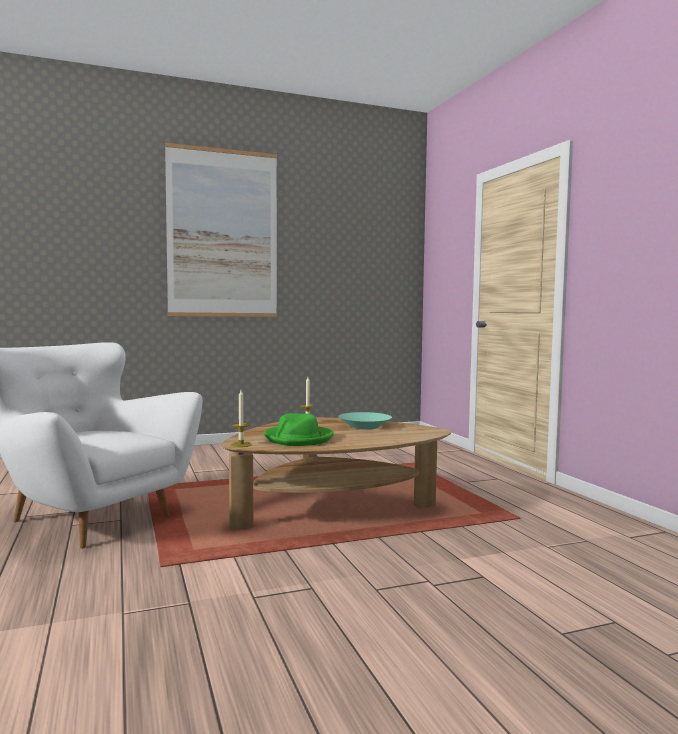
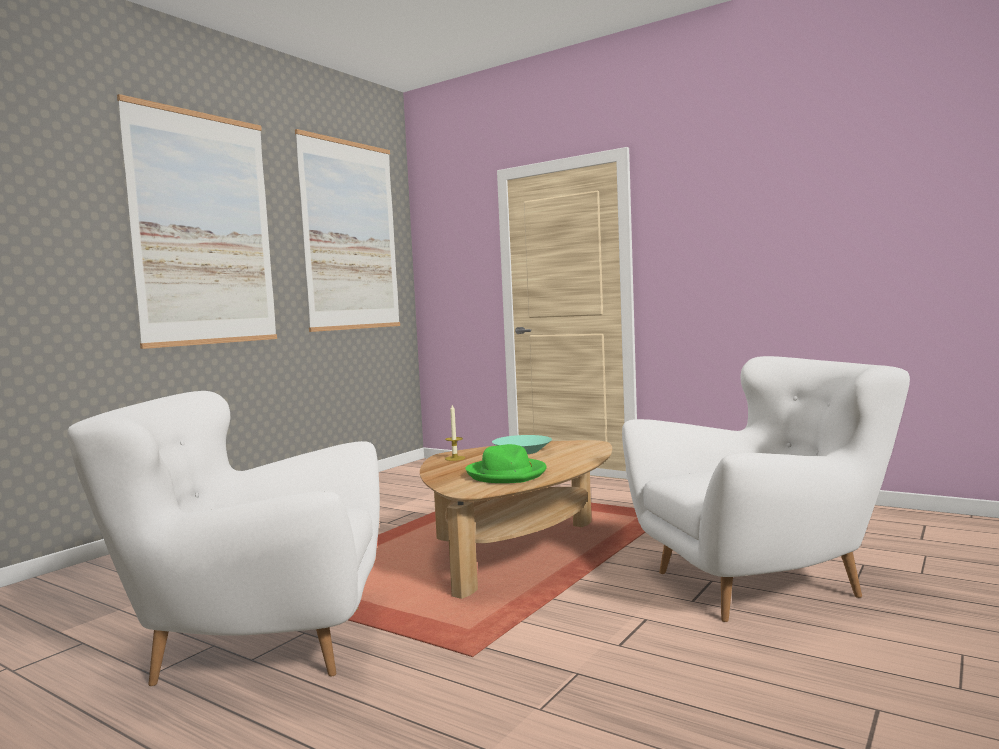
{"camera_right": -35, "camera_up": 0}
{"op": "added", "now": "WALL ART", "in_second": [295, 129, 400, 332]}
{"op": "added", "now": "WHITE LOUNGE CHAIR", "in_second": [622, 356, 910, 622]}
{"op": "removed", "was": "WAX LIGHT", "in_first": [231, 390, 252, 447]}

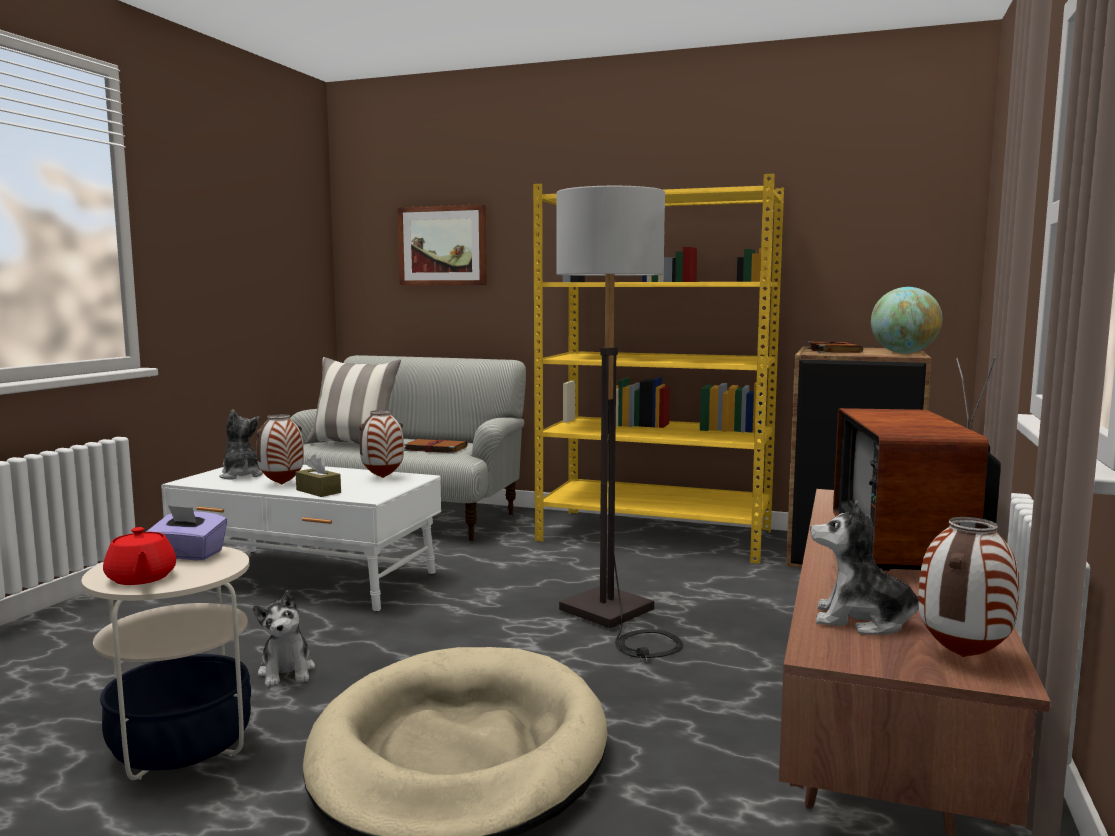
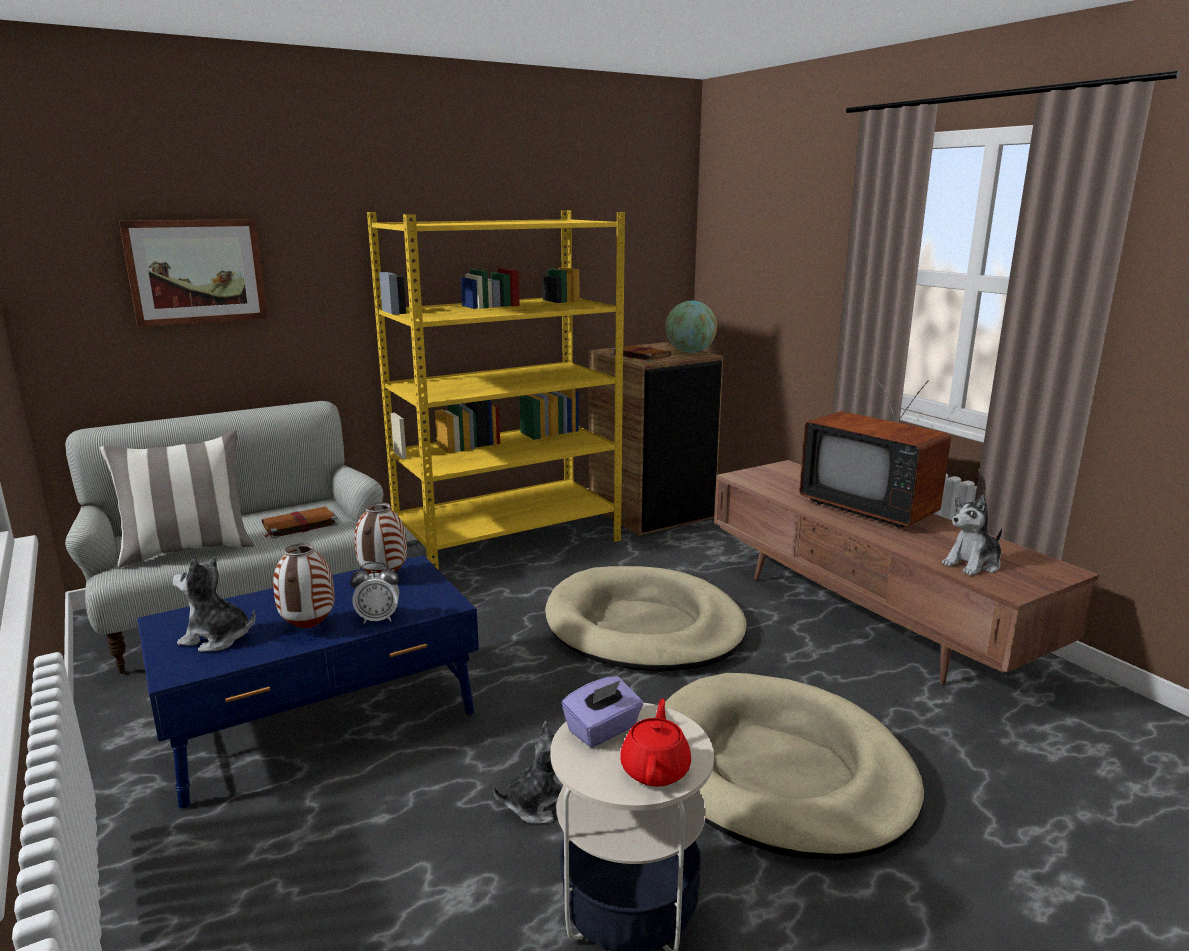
{"camera_right": -50, "camera_up": 10}
{"op": "recoloured", "was": "WHITE LOUNGE TABLE", "now": "BLUE LOUNGE TABLE", "in_first": [161, 465, 441, 612], "in_second": [137, 555, 479, 808]}
{"op": "replaced", "was": "BROWN TISSUE BOX", "now": "TABLE CLOCK", "in_first": [296, 454, 341, 497], "in_second": [350, 562, 399, 624]}
{"op": "turned", "was": "CUDDLY TOY", "in_first": [253, 590, 315, 687], "in_second": [493, 721, 564, 824], "clockwise": -45}
{"op": "replaced", "was": "FLOOR LAMP", "now": "BEIGE-COLOURED DOG BED", "in_first": [556, 186, 683, 662], "in_second": [545, 566, 747, 672]}
{"op": "turned", "was": "REDDISH POT FOR TEA", "in_first": [103, 527, 176, 585], "in_second": [620, 699, 691, 787], "clockwise": -90}
{"op": "removed", "was": "FLOWER VASE", "in_first": [918, 517, 1020, 657]}

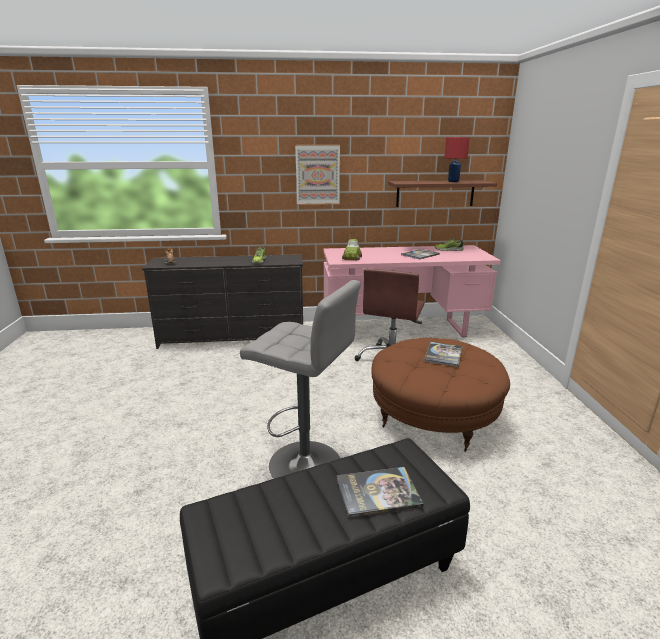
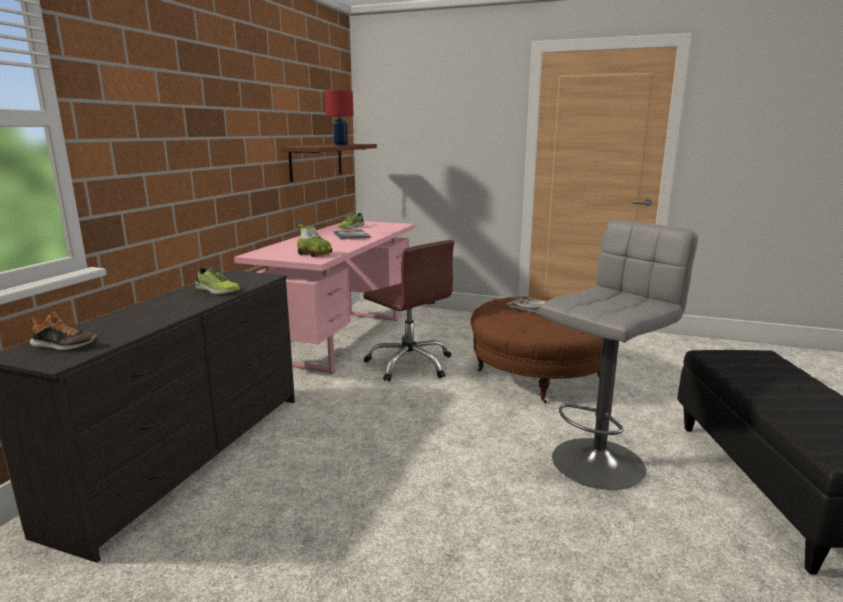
{"camera_right": -65, "camera_up": -5}
{"op": "removed", "was": "WALL ART", "in_first": [295, 144, 340, 205]}
{"op": "removed", "was": "VOLUME", "in_first": [337, 467, 424, 518]}

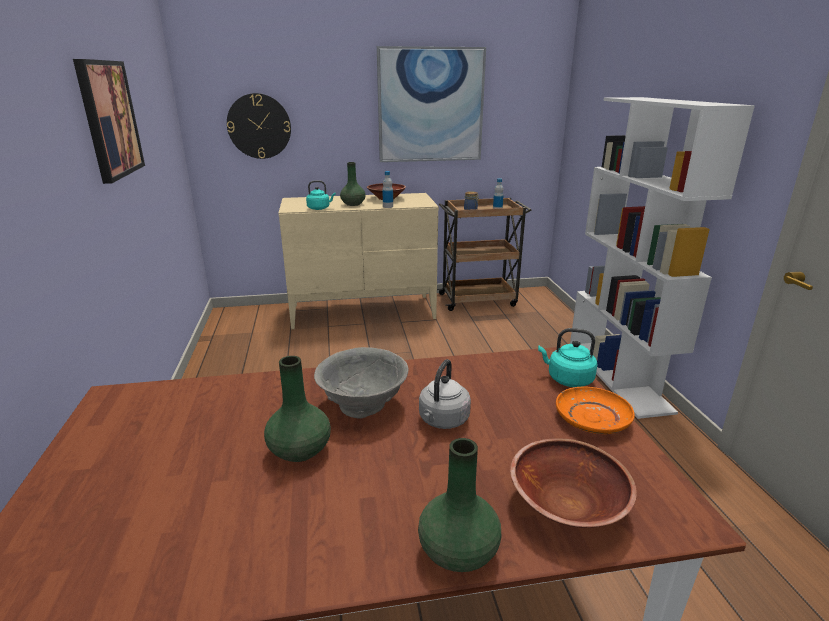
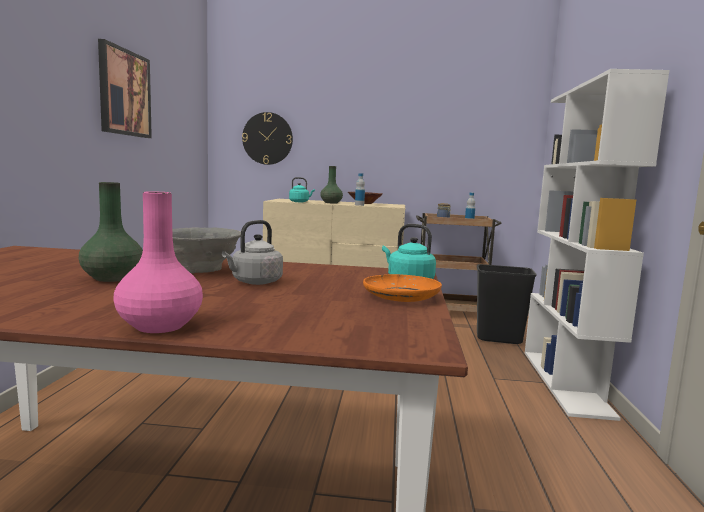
{"camera_right": 15, "camera_up": -15}
{"op": "recoloured", "was": "GREEN FLOWER VASE", "now": "PINK FLOWER VASE", "in_first": [418, 438, 501, 572], "in_second": [113, 191, 203, 333]}
{"op": "added", "now": "BLACK-COLOURED WASTE BIN", "in_second": [477, 264, 536, 344]}
{"op": "removed", "was": "WALL ART", "in_first": [377, 46, 486, 162]}
{"op": "removed", "was": "BROWN SERVING BOWL", "in_first": [510, 438, 637, 528]}

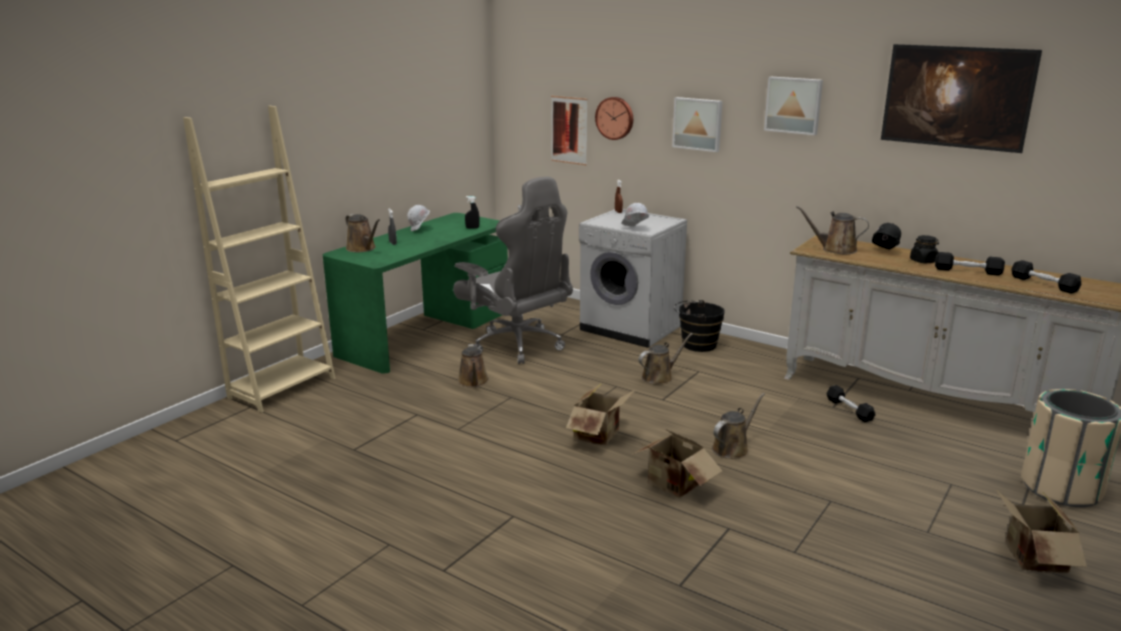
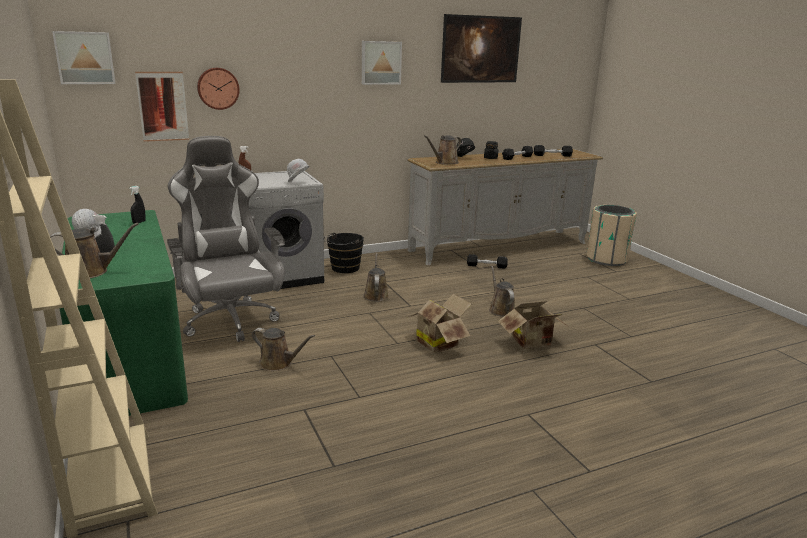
{"camera_right": -60, "camera_up": 0}
{"op": "moved", "was": "WALL ART", "in_first": [672, 97, 723, 152], "in_second": [52, 31, 116, 84]}
{"op": "turned", "was": "GRAY OFFICE CHAIR", "in_first": [453, 177, 573, 364], "in_second": [167, 136, 285, 342], "clockwise": -105}
{"op": "removed", "was": "CARTON", "in_first": [995, 489, 1087, 573]}

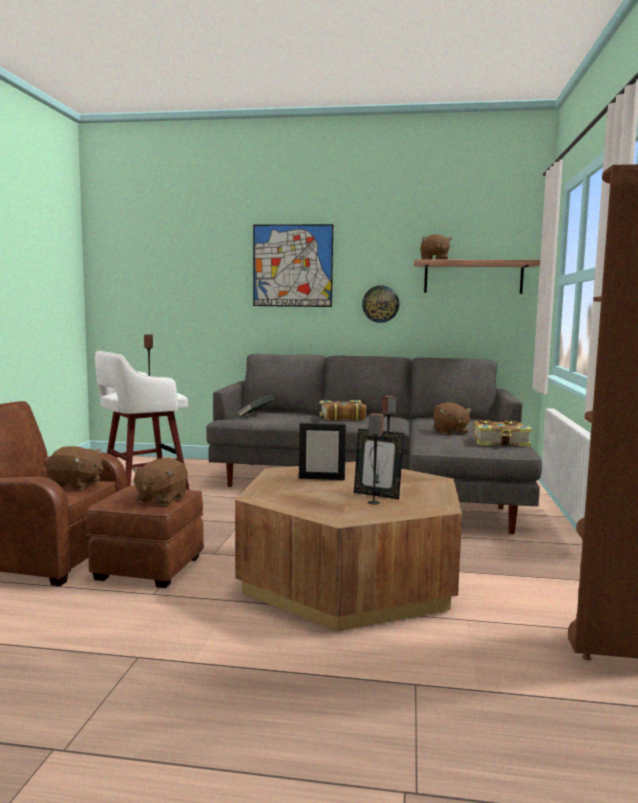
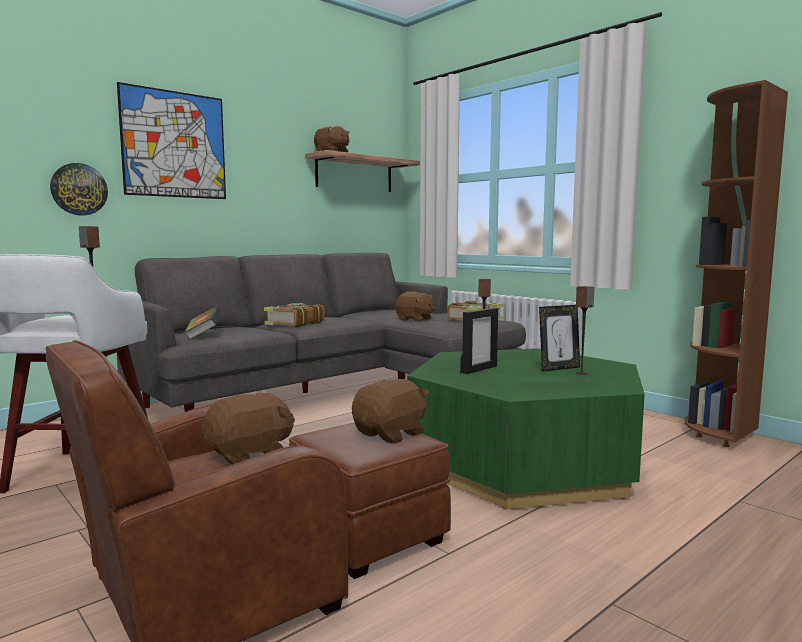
{"camera_right": -50, "camera_up": 0}
{"op": "moved", "was": "WALL CLOCK", "in_first": [362, 285, 399, 323], "in_second": [50, 163, 108, 215]}
{"op": "turned", "was": "BROWN CUDDLY TOY", "in_first": [132, 457, 188, 505], "in_second": [352, 379, 429, 444], "clockwise": -105}
{"op": "recoloured", "was": "BROWN LOUNGE TABLE", "now": "GREEN LOUNGE TABLE", "in_first": [235, 462, 462, 631], "in_second": [407, 348, 645, 510]}

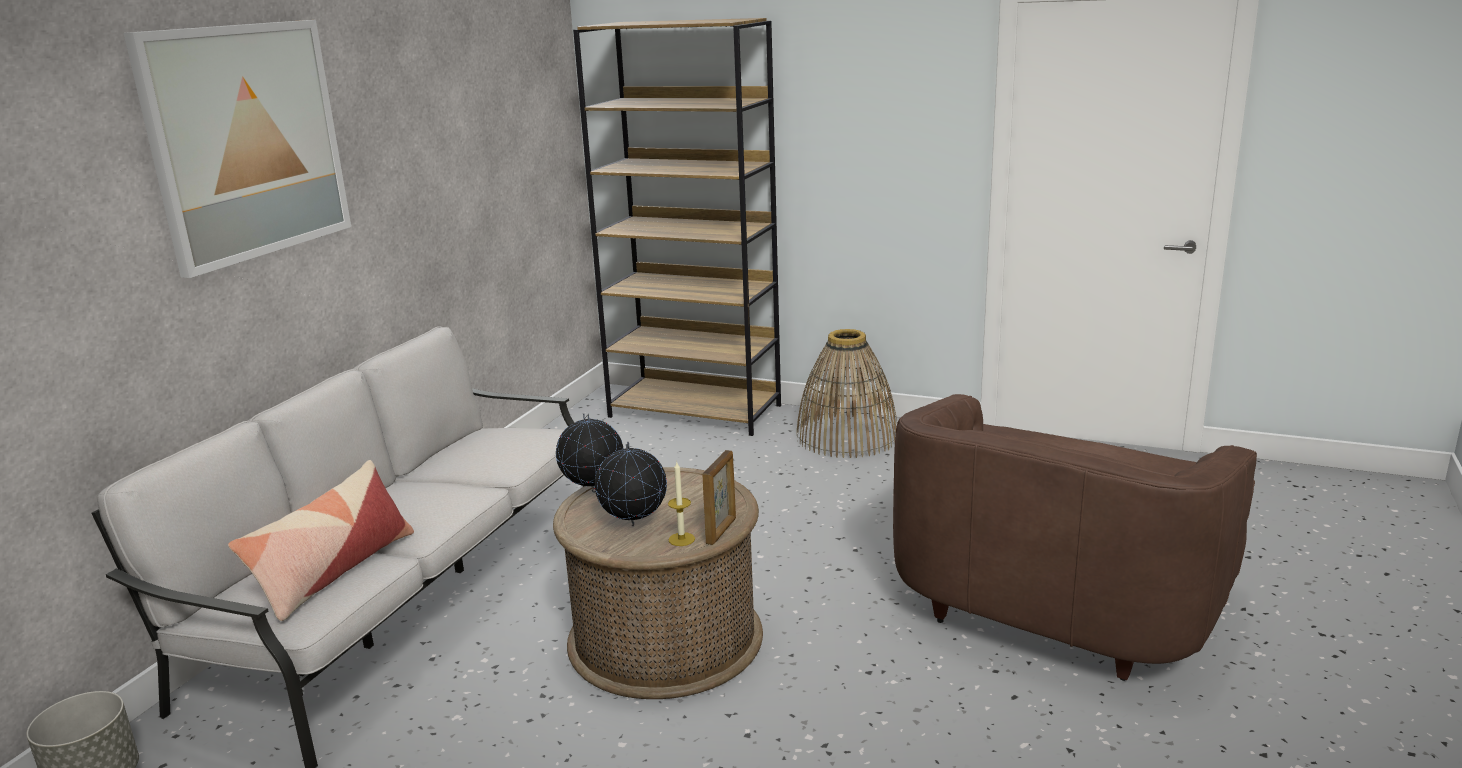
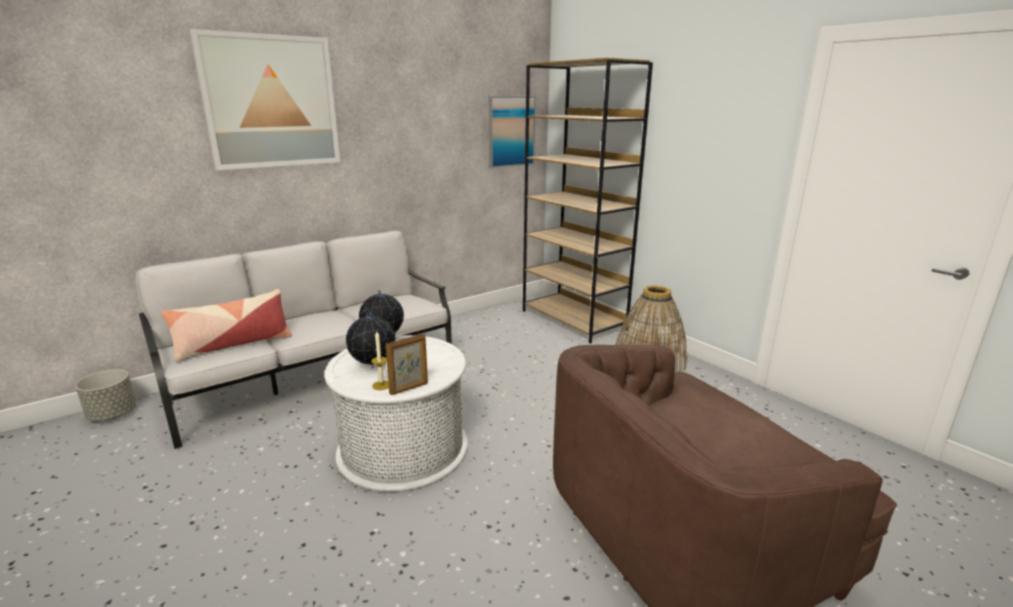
{"camera_right": 30, "camera_up": 0}
{"op": "recoloured", "was": "BROWN LOUNGE TABLE", "now": "WHITE LOUNGE TABLE", "in_first": [553, 467, 763, 699], "in_second": [325, 335, 468, 492]}
{"op": "added", "now": "WALL ART", "in_second": [489, 96, 536, 168]}

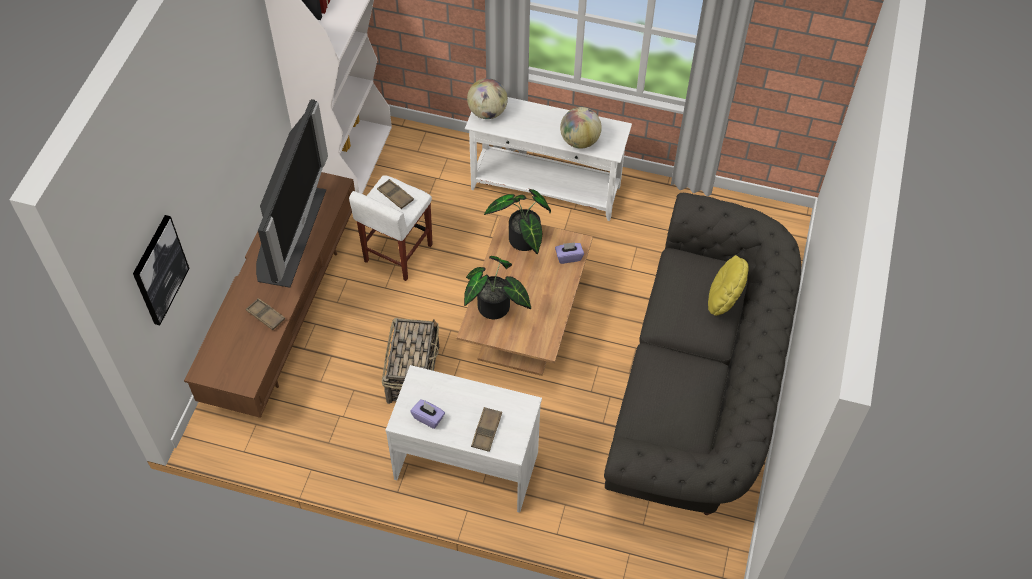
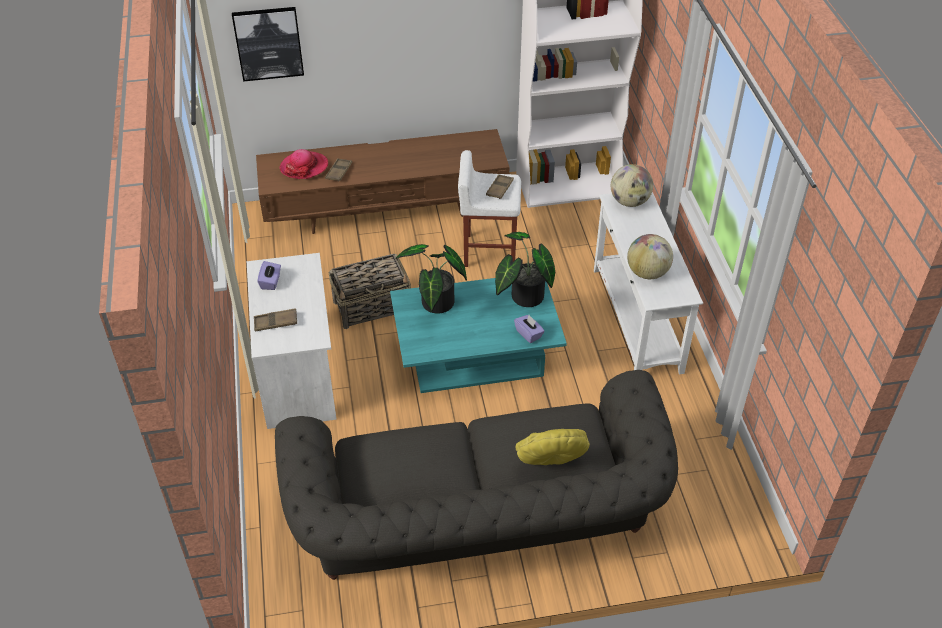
{"camera_right": 65, "camera_up": -10}
{"op": "added", "now": "WEARABLE HAT", "in_second": [280, 149, 328, 179]}
{"op": "recoloured", "was": "BROWN LOUNGE TABLE", "now": "TURQUOISE-COLOURED LOUNGE TABLE", "in_first": [457, 216, 593, 376], "in_second": [390, 278, 567, 393]}
{"op": "removed", "was": "TELEVISION", "in_first": [256, 99, 328, 288]}

